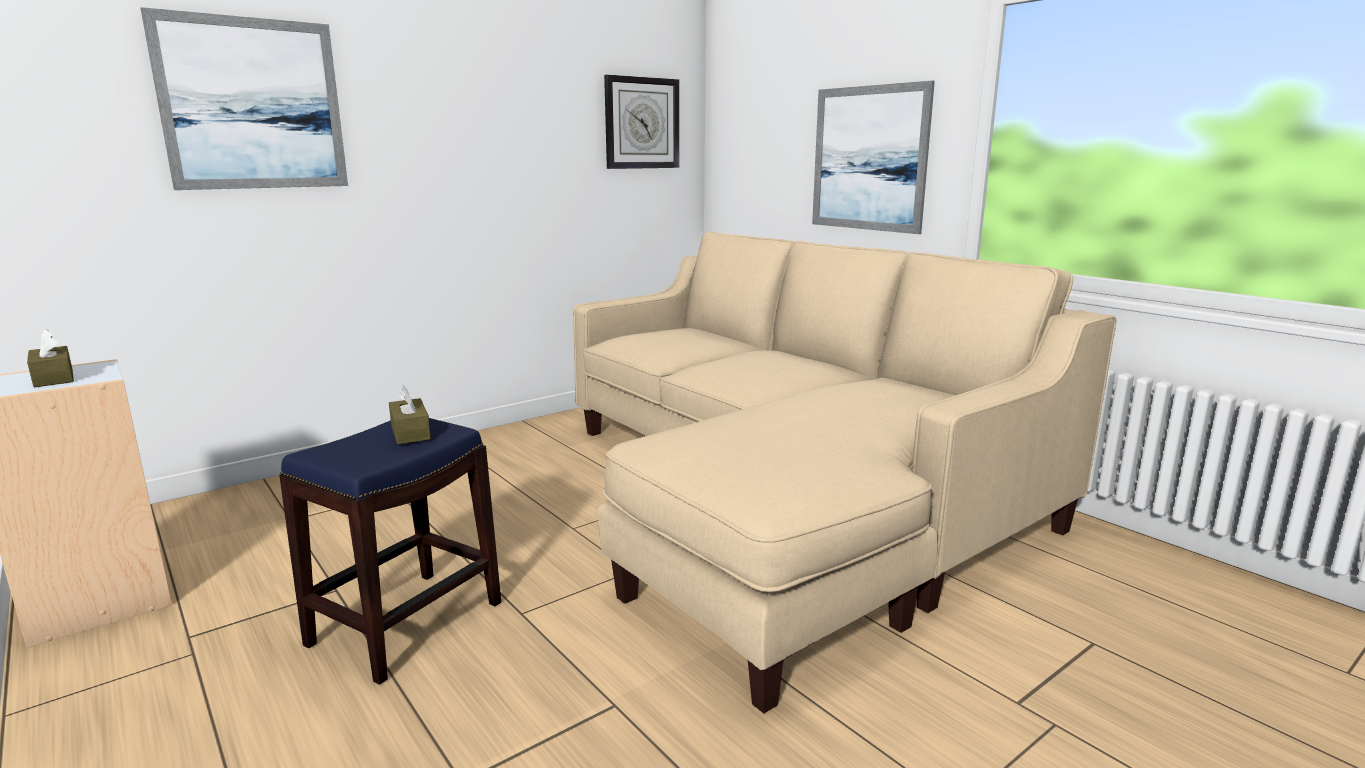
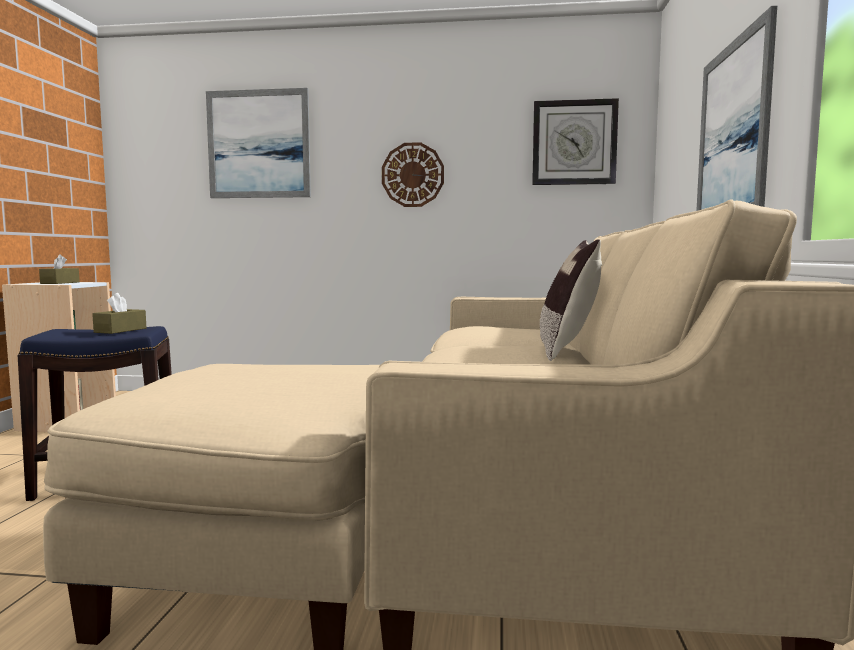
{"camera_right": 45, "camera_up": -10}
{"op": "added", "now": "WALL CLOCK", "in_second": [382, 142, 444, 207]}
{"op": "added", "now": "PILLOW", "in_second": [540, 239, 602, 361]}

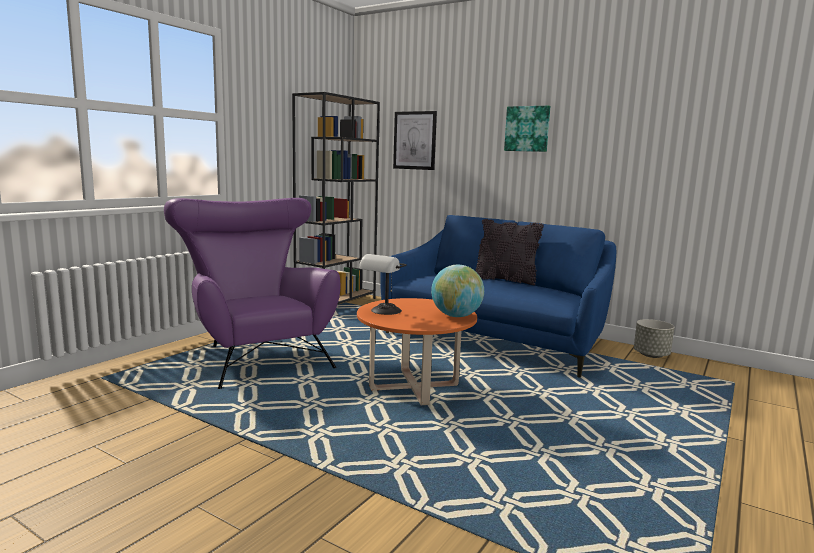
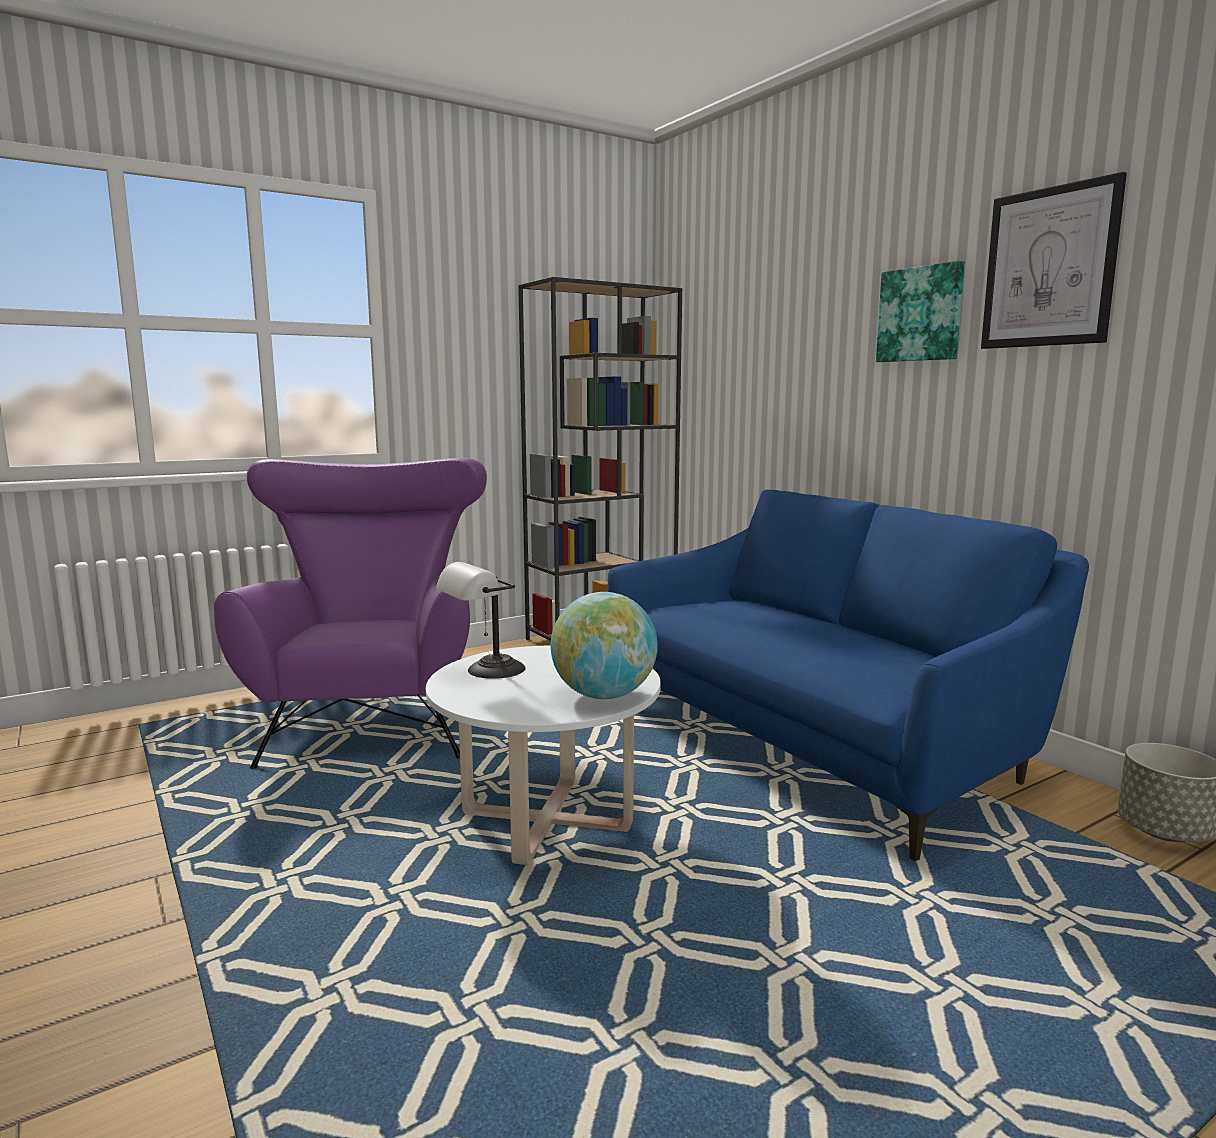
{"camera_right": 25, "camera_up": 0}
{"op": "recoloured", "was": "ORANGE-COLOURED LOUNGE TABLE", "now": "WHITE LOUNGE TABLE", "in_first": [357, 298, 477, 405], "in_second": [426, 646, 661, 865]}
{"op": "moved", "was": "WALL ART", "in_first": [393, 111, 437, 170], "in_second": [981, 172, 1127, 349]}
{"op": "removed", "was": "BLACK-COLOURED PILLOW", "in_first": [475, 219, 544, 285]}

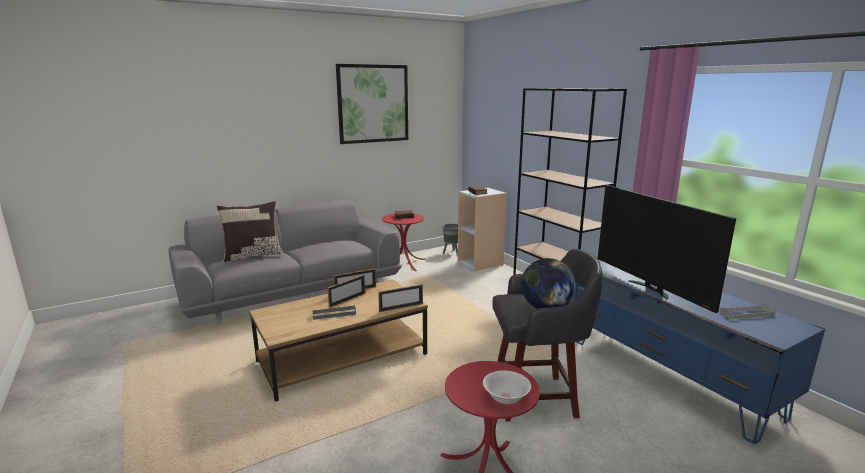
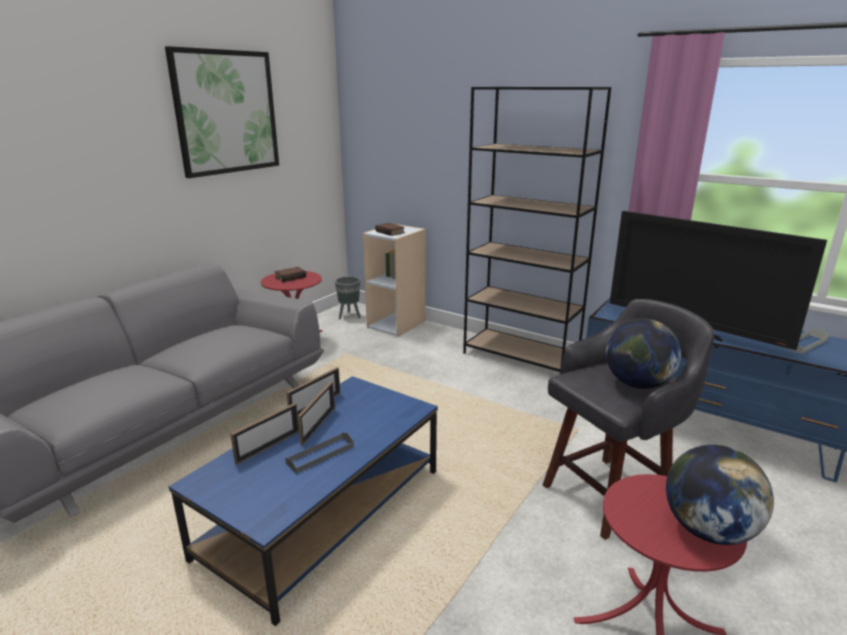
{"camera_right": -25, "camera_up": 5}
{"op": "recoloured", "was": "BROWN LOUNGE TABLE", "now": "BLUE LOUNGE TABLE", "in_first": [249, 280, 428, 402], "in_second": [169, 376, 438, 626]}
{"op": "moved", "was": "STANDING FRAME", "in_first": [378, 284, 423, 312], "in_second": [230, 403, 299, 465]}
{"op": "replaced", "was": "WHITE SERVING BOWL", "now": "DESK GLOBE", "in_first": [483, 370, 531, 404], "in_second": [666, 445, 774, 545]}
{"op": "removed", "was": "PILLOW", "in_first": [217, 202, 283, 262]}

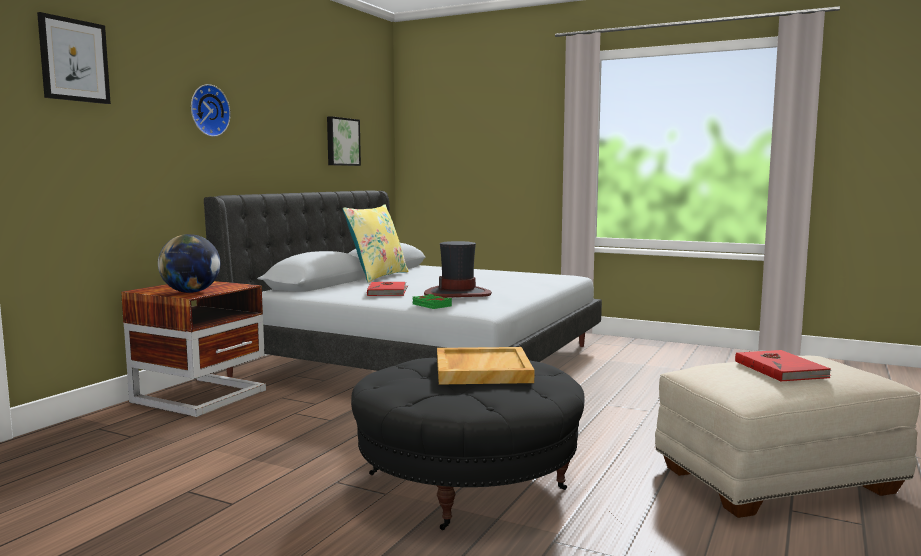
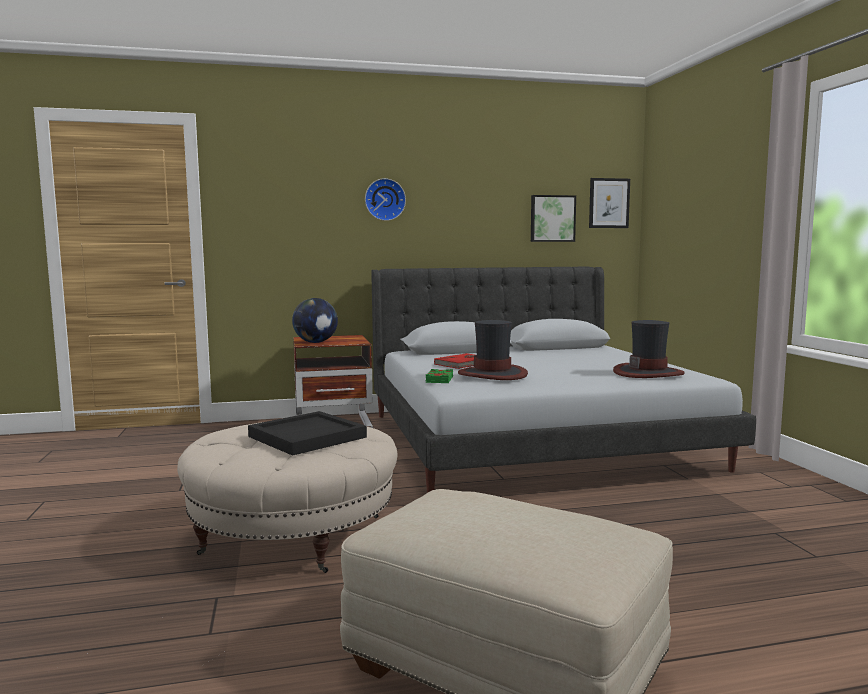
{"camera_right": 50, "camera_up": 0}
{"op": "recoloured", "was": "BLACK-COLOURED OTTOMAN", "now": "BEIGE-COLOURED OTTOMAN", "in_first": [351, 357, 585, 530], "in_second": [177, 422, 397, 573]}
{"op": "recoloured", "was": "BEIGE-COLOURED SERVING TRAY", "now": "BLACK-COLOURED SERVING TRAY", "in_first": [437, 347, 534, 385], "in_second": [248, 411, 367, 456]}
{"op": "moved", "was": "WALL ART", "in_first": [37, 12, 111, 104], "in_second": [589, 178, 630, 228]}
{"op": "added", "now": "WEARABLE HAT", "in_second": [613, 320, 684, 378]}
{"op": "removed", "was": "YELLOWISH PILLOW", "in_first": [343, 204, 408, 282]}
{"op": "removed", "was": "REDDISH VOLUME", "in_first": [735, 350, 832, 382]}

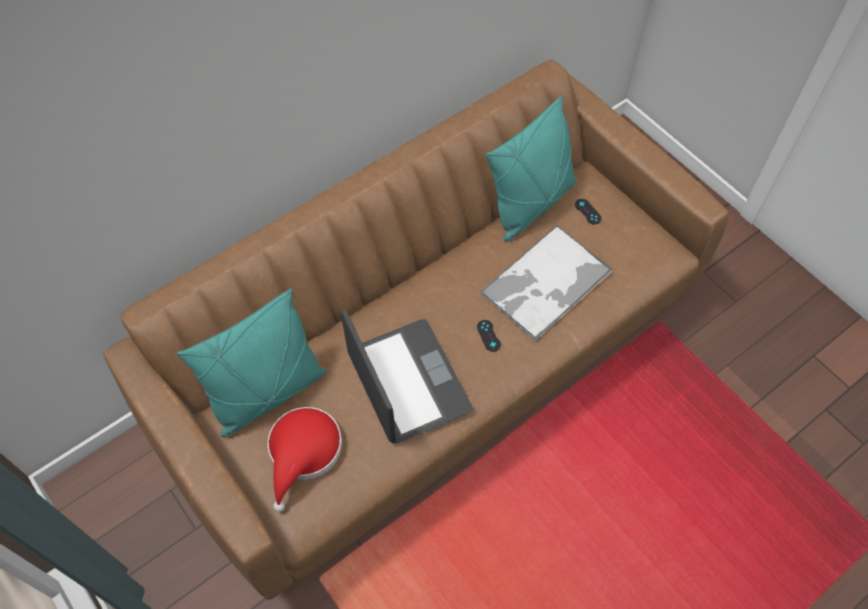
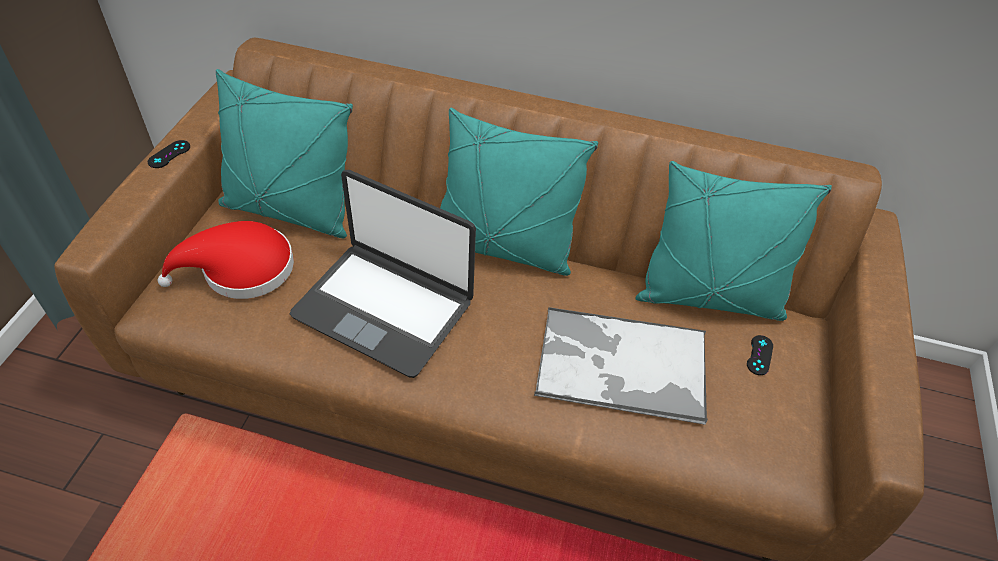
{"camera_right": 50, "camera_up": -10}
{"op": "moved", "was": "BLACK-COLOURED GAMEPAD", "in_first": [477, 320, 501, 352], "in_second": [148, 140, 190, 168]}
{"op": "turned", "was": "NOTEBOOK COMPUTER", "in_first": [341, 308, 472, 443], "in_second": [290, 170, 476, 378], "clockwise": 90}
{"op": "added", "now": "TURQUOISE-COLOURED PILLOW", "in_second": [440, 108, 598, 276]}

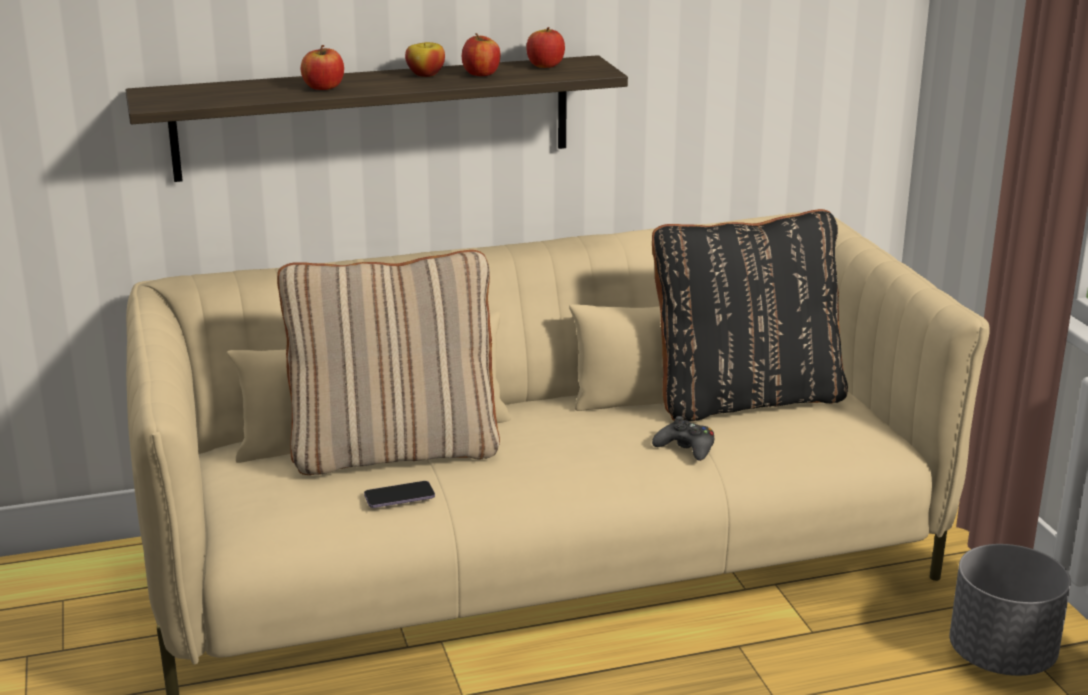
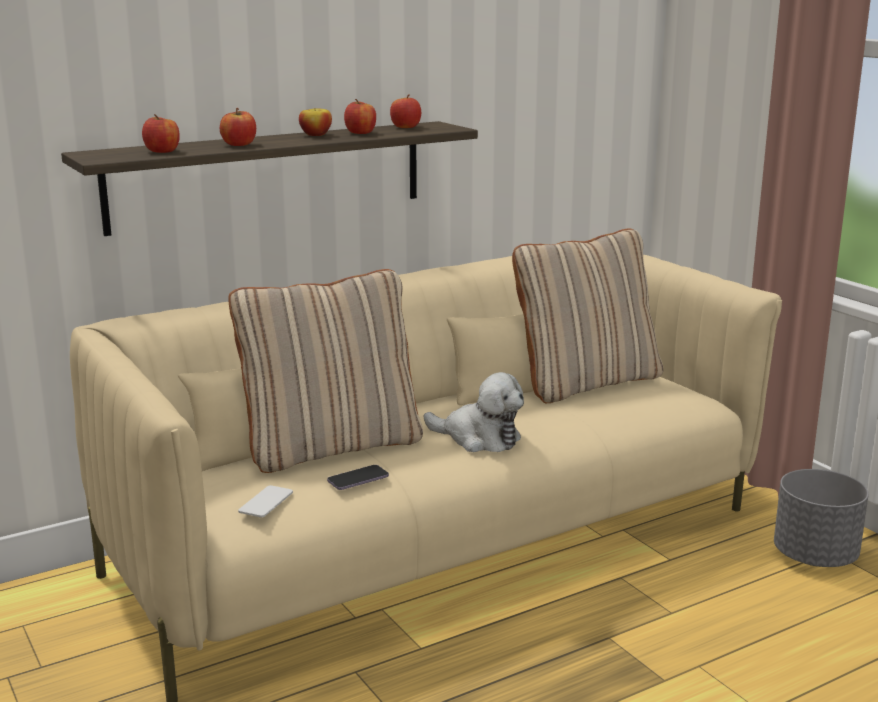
{"camera_right": -15, "camera_up": -5}
{"op": "added", "now": "APPLE FRUIT", "in_second": [142, 114, 180, 153]}
{"op": "added", "now": "TELEPHONE", "in_second": [238, 485, 293, 518]}
{"op": "added", "now": "CUDDLY TOY", "in_second": [424, 372, 524, 452]}
{"op": "recoloured", "was": "BLACK-COLOURED PILLOW", "now": "BEIGE-COLOURED PILLOW", "in_first": [652, 209, 848, 422], "in_second": [512, 228, 663, 404]}
{"op": "removed", "was": "BLACK-COLOURED GAMEPAD", "in_first": [652, 416, 714, 461]}

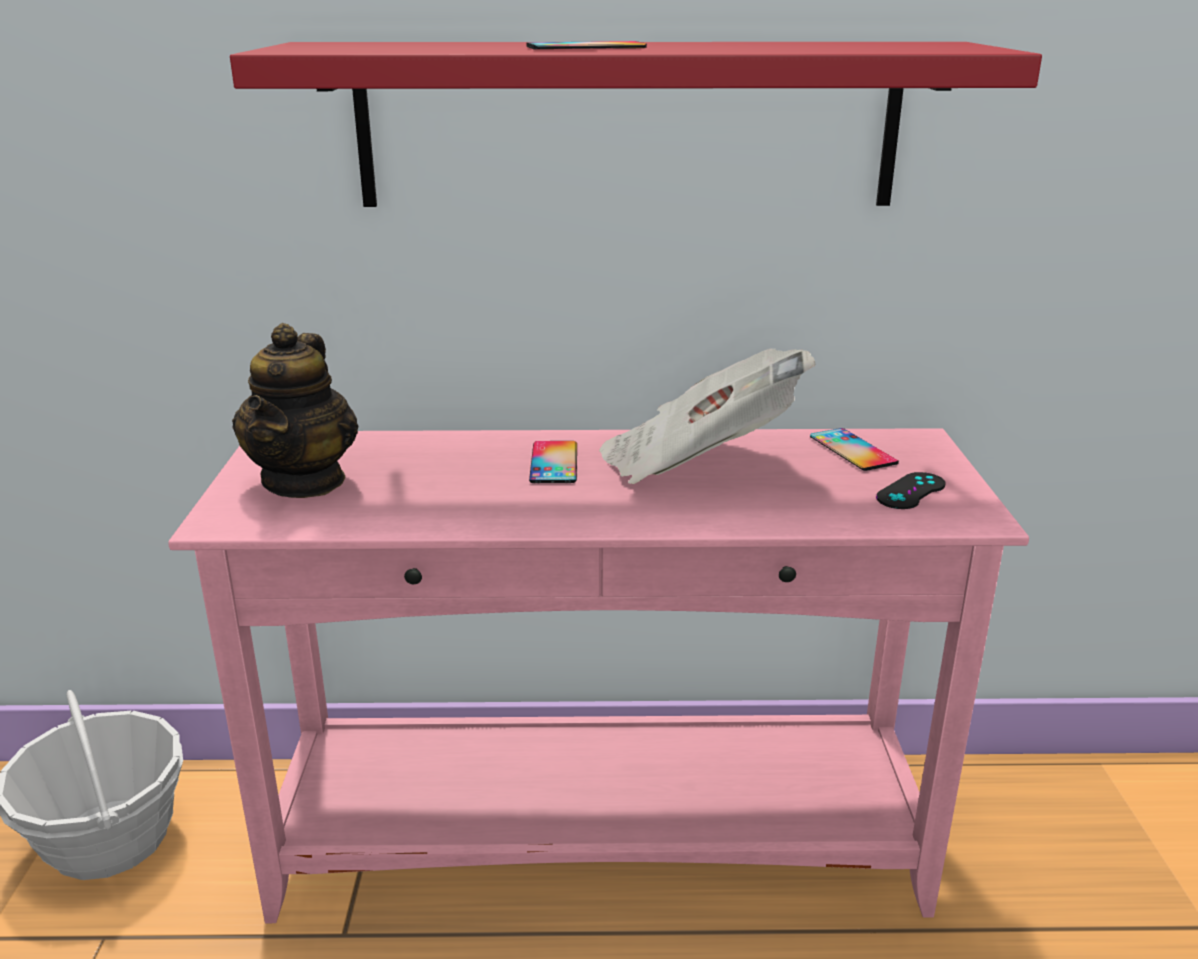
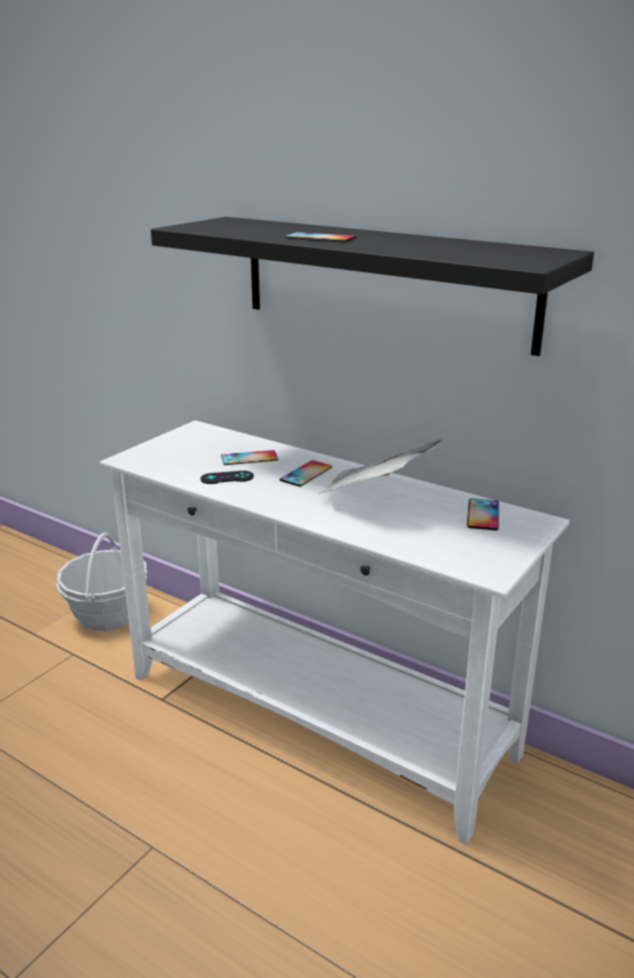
{"camera_right": 35, "camera_up": 0}
{"op": "recoloured", "was": "PINK NARROW TABLE", "now": "WHITE NARROW TABLE", "in_first": [168, 428, 1029, 923], "in_second": [100, 420, 570, 845]}
{"op": "recoloured", "was": "REDDISH BRACKET SHELF", "now": "BLACK-COLOURED BRACKET SHELF", "in_first": [230, 42, 1042, 207], "in_second": [151, 217, 594, 356]}
{"op": "moved", "was": "BLACK-COLOURED GAMEPAD", "in_first": [876, 472, 946, 509], "in_second": [200, 471, 254, 484]}
{"op": "added", "now": "TELEPHONE", "in_second": [221, 450, 278, 465]}
{"op": "removed", "was": "POT FOR TEA", "in_first": [232, 323, 358, 498]}

